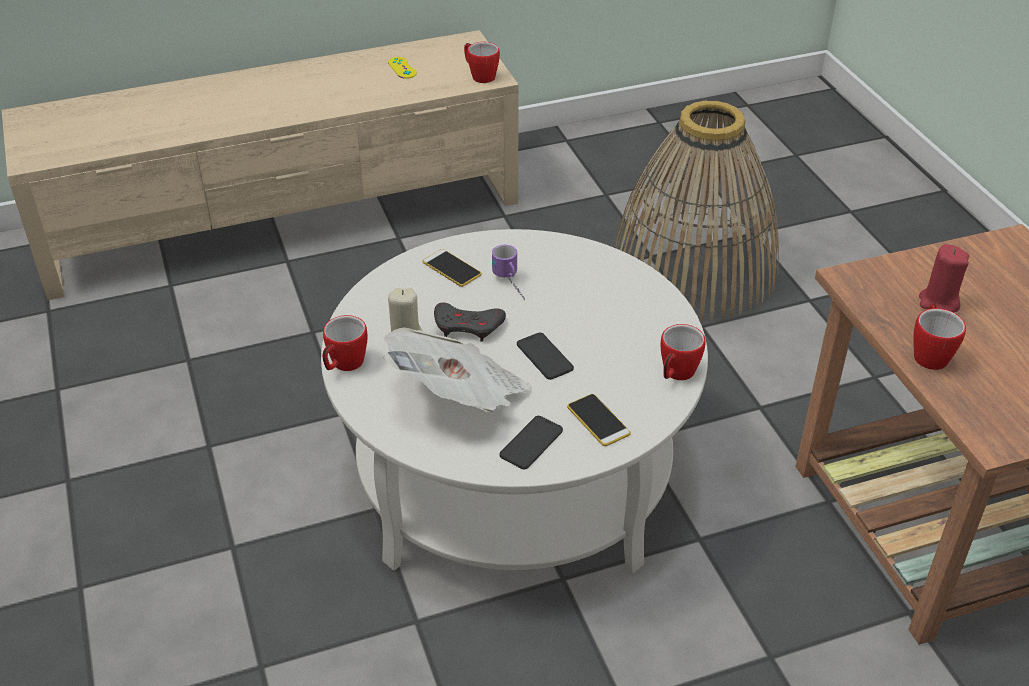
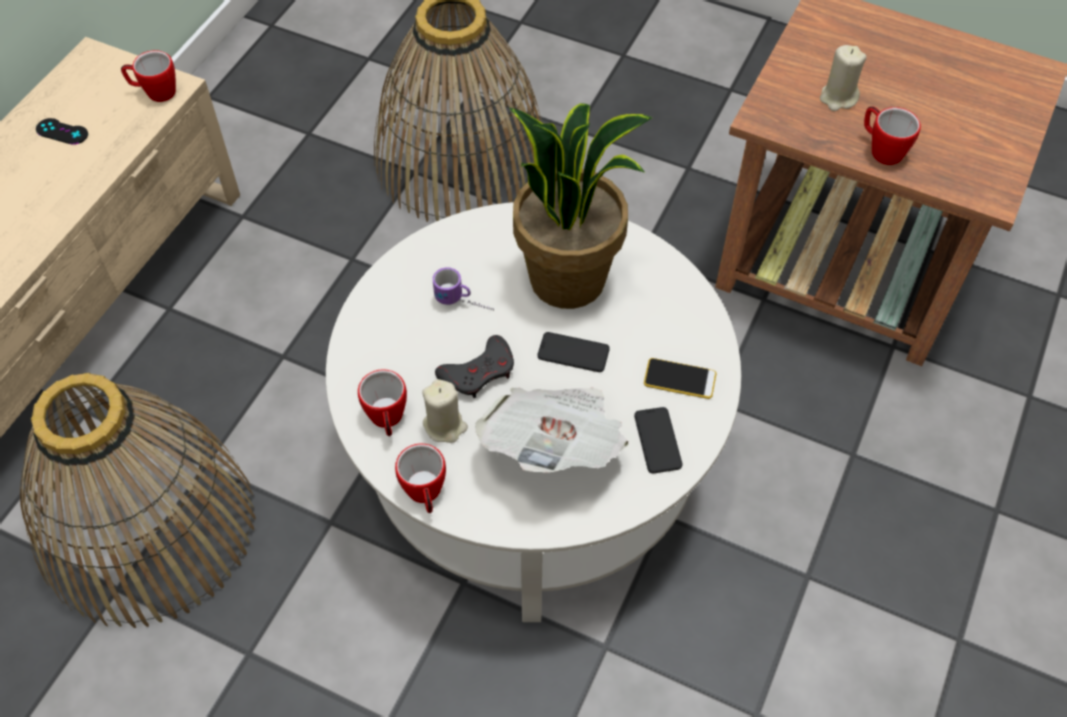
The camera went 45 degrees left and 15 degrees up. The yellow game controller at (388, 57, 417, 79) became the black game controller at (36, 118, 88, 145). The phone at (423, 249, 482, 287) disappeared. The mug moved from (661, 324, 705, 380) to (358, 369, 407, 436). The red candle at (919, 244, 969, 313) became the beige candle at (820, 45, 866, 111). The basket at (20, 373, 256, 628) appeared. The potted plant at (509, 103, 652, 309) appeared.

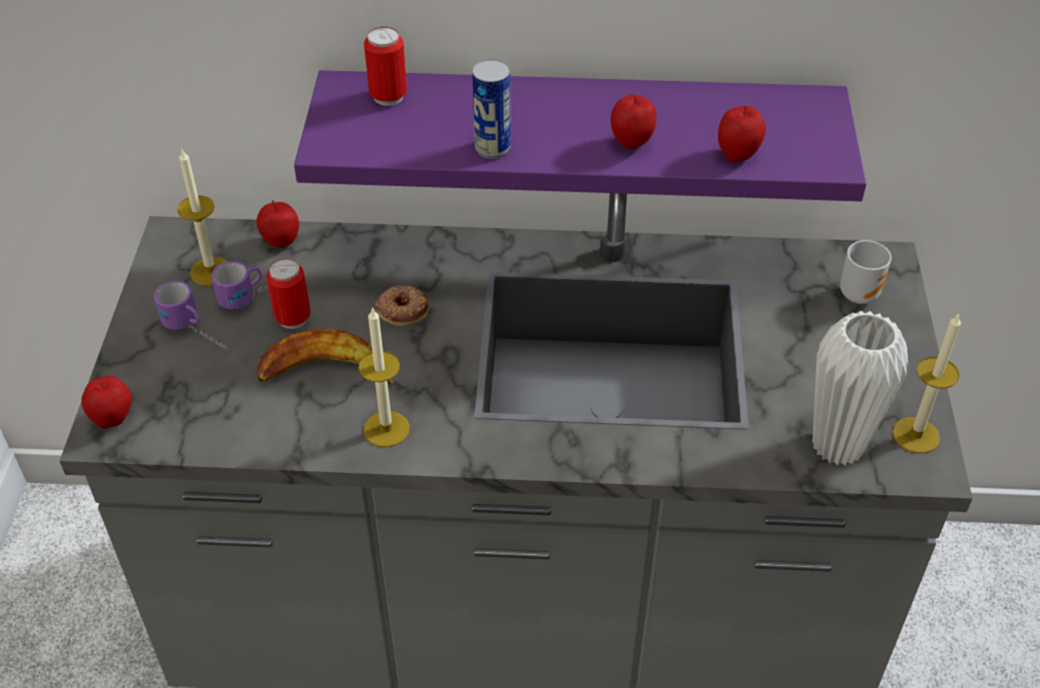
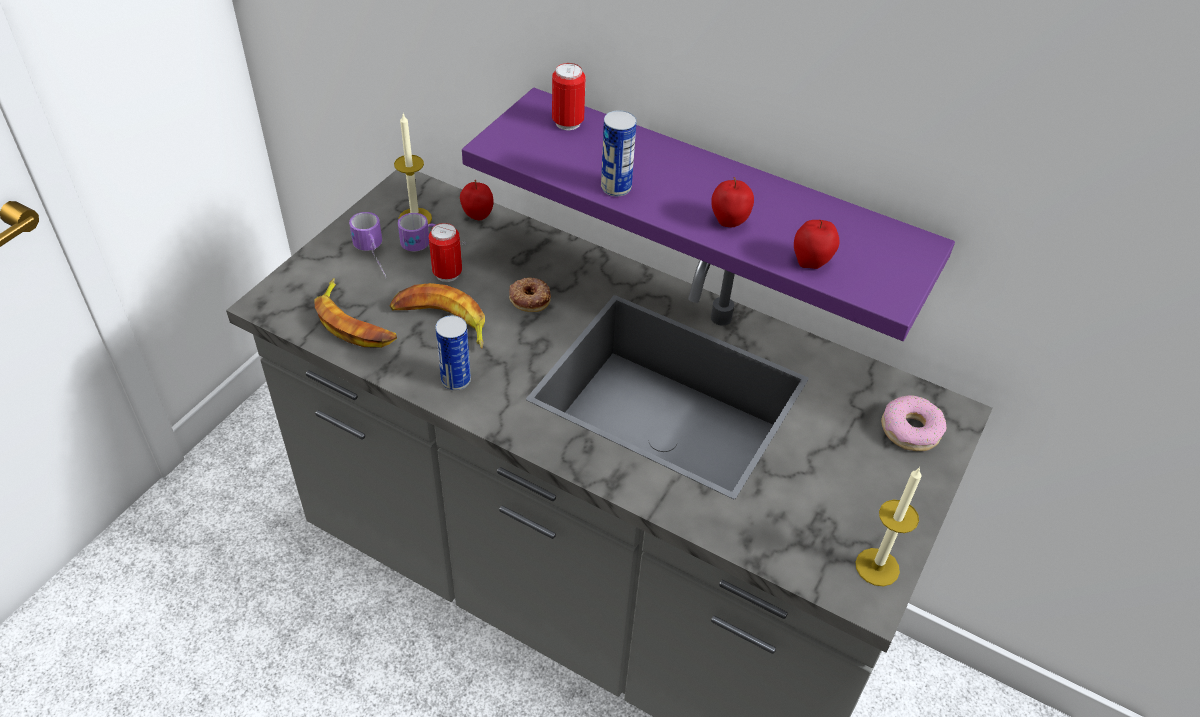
The camera went 25 degrees right and 0 degrees up. The apple at (81, 376, 131, 429) disappeared. The candle at (359, 307, 410, 447) was replaced by the can at (435, 315, 471, 391). The white vase at (812, 311, 908, 466) disappeared. The mug at (840, 240, 891, 304) was replaced by the donut at (881, 395, 946, 451). The banana at (314, 278, 397, 348) appeared.

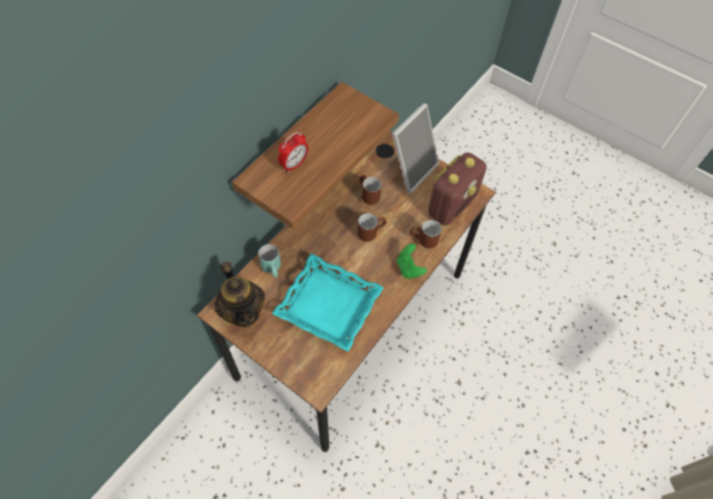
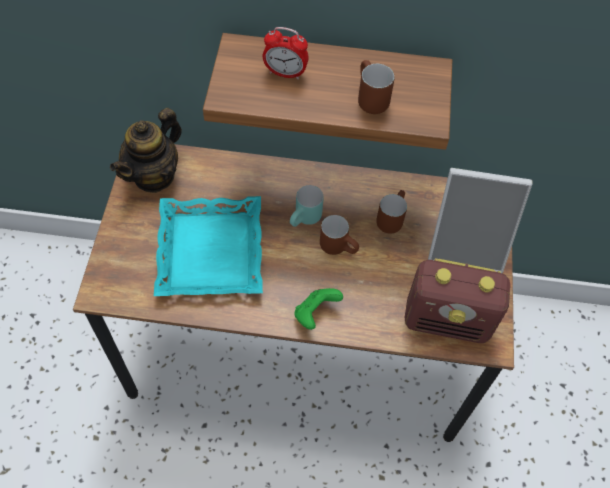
The camera went 60 degrees right and 0 degrees up. The turquoise mug moved from (258, 244, 281, 278) to (290, 185, 324, 227). The brown mug moved from (410, 220, 441, 248) to (358, 60, 394, 114).

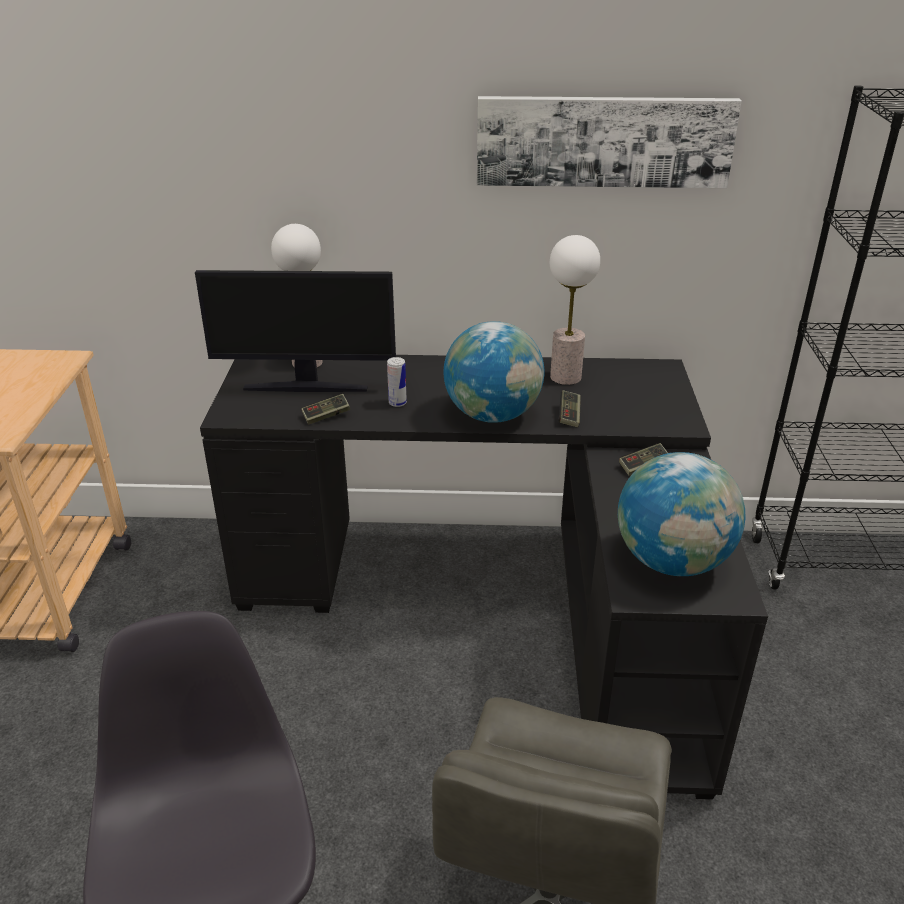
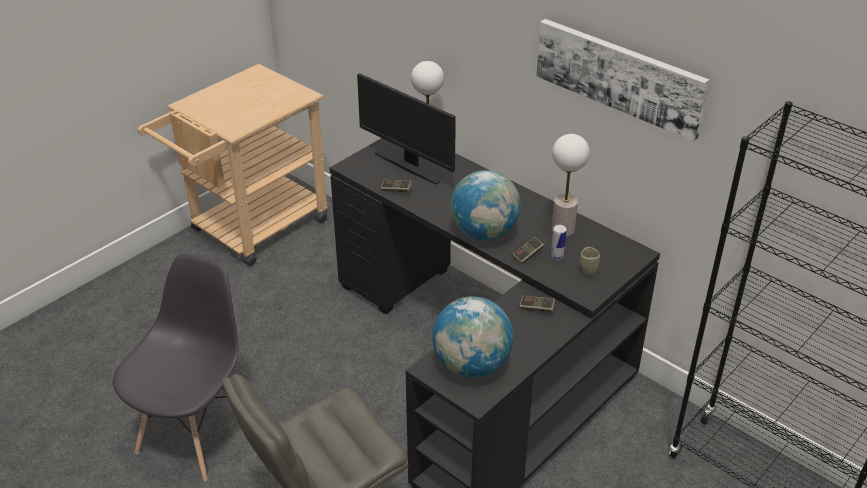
The camera went 40 degrees right and 5 degrees up. The can moved from (387, 357, 407, 407) to (551, 225, 566, 260). The cup at (579, 247, 600, 277) appeared.

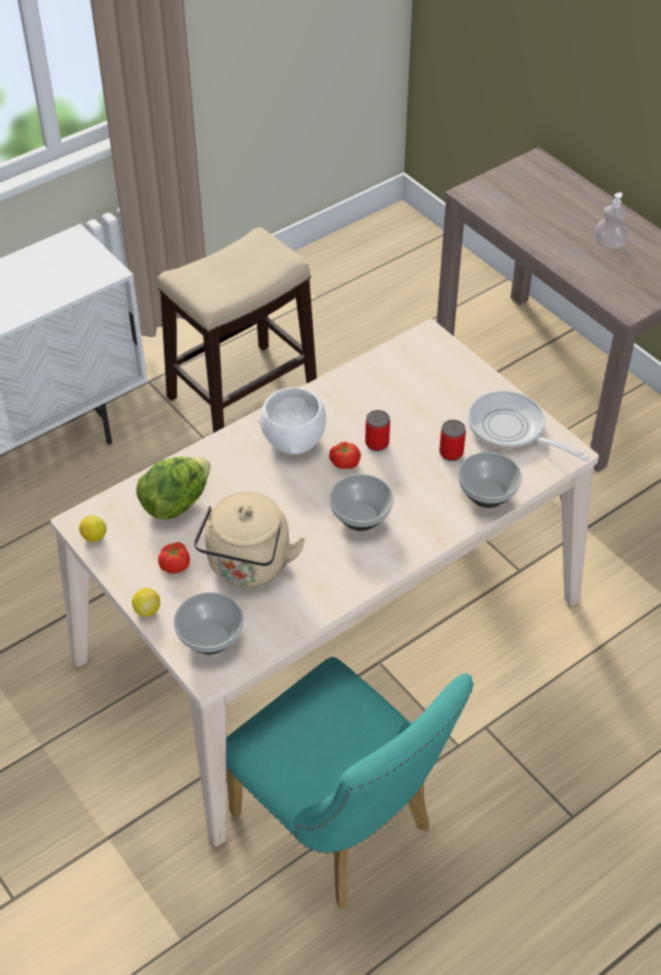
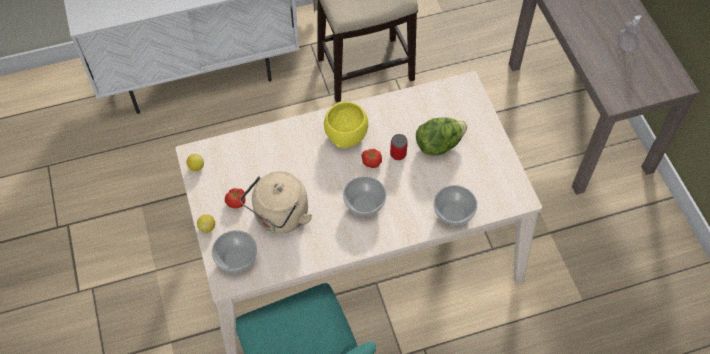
The camera went 20 degrees right and 10 degrees up. The lettuce moved from (136, 457, 211, 520) to (416, 117, 468, 156). The white bowl at (259, 387, 326, 454) became the yellow bowl at (324, 102, 368, 148). The can at (439, 420, 466, 461) disappeared. The frying pan at (468, 391, 590, 461) disappeared.

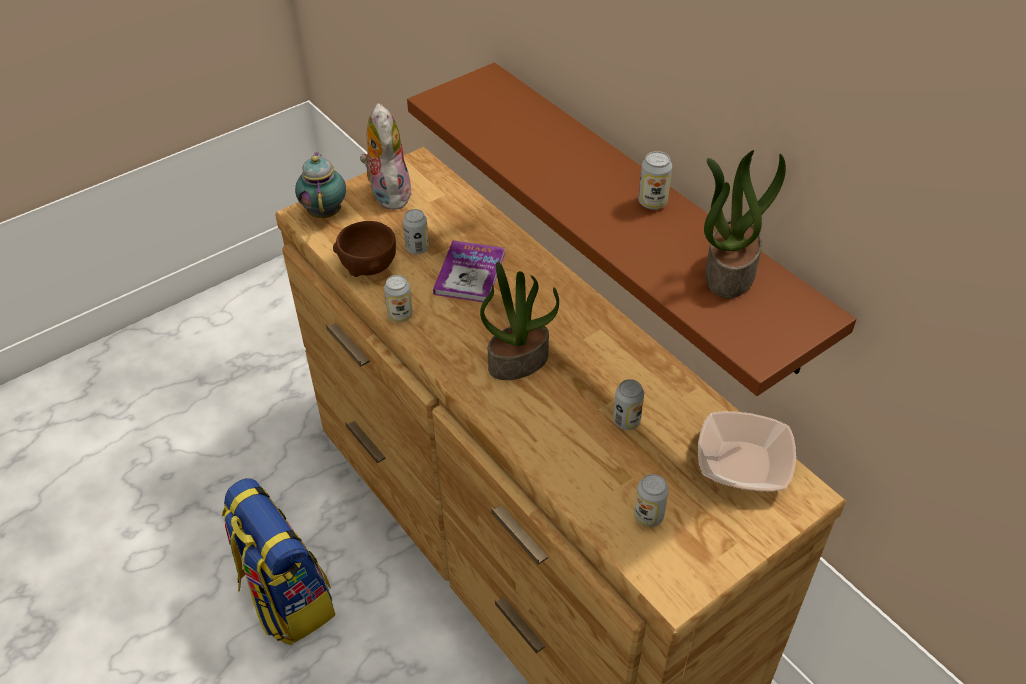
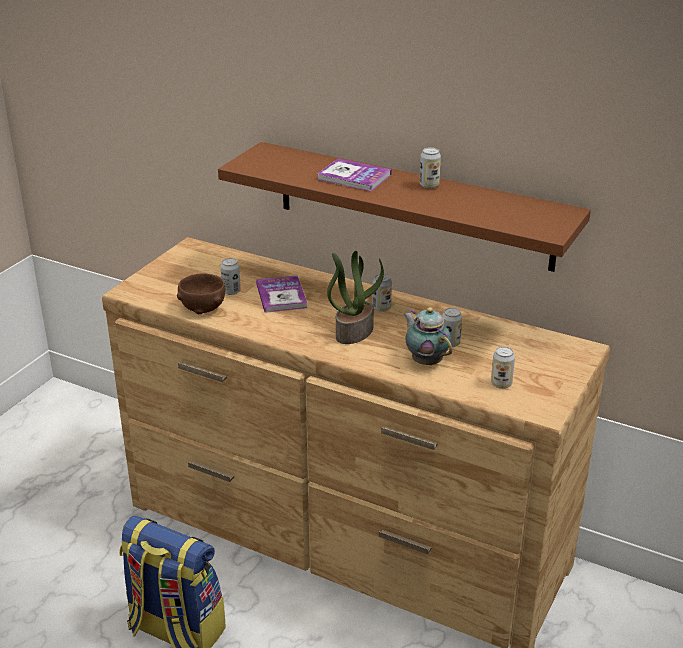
The camera went 25 degrees left and 15 degrees down. The teapot moved from (295, 152, 346, 218) to (403, 307, 452, 365). The plush toy at (360, 103, 412, 210) disappeared. The can moved from (384, 275, 413, 322) to (372, 274, 392, 312). The bowl at (698, 411, 796, 492) disappeared. The potted plant at (704, 150, 786, 298) disappeared. The book at (317, 158, 392, 191) appeared.

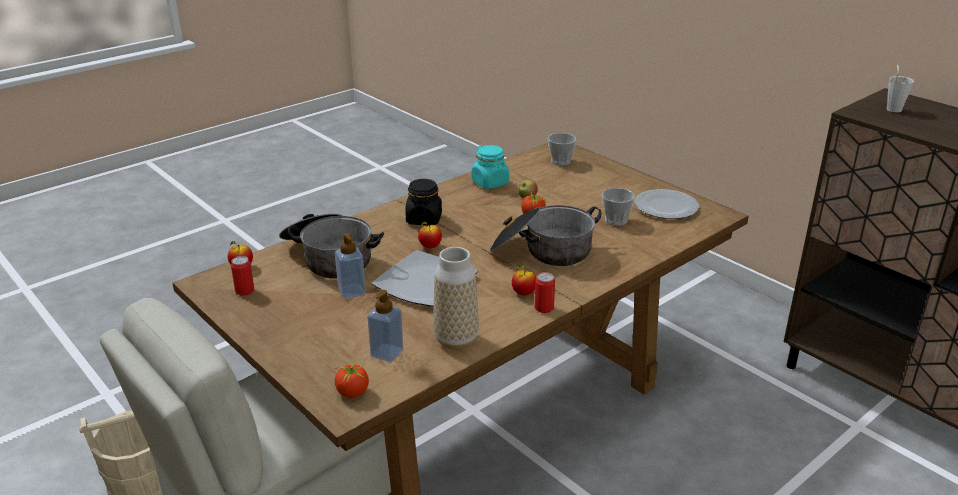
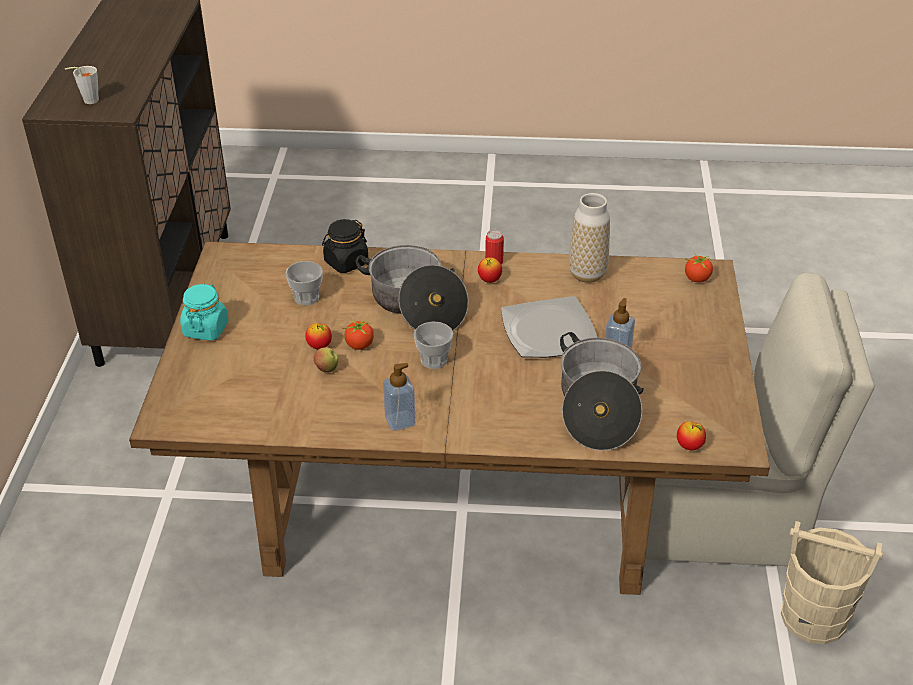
The camera went 135 degrees left and 10 degrees up. The can at (231, 256, 254, 295) disappeared. The soap dispenser moved from (368, 290, 403, 362) to (383, 363, 415, 431). The black jar moved from (405, 179, 442, 225) to (322, 219, 368, 273). The apple moved from (418, 222, 442, 248) to (305, 323, 332, 349). The turquoise jar moved from (471, 145, 509, 189) to (180, 283, 229, 341). The cup moved from (548, 133, 576, 166) to (414, 321, 453, 369). The plate at (635, 189, 699, 219) disappeared.

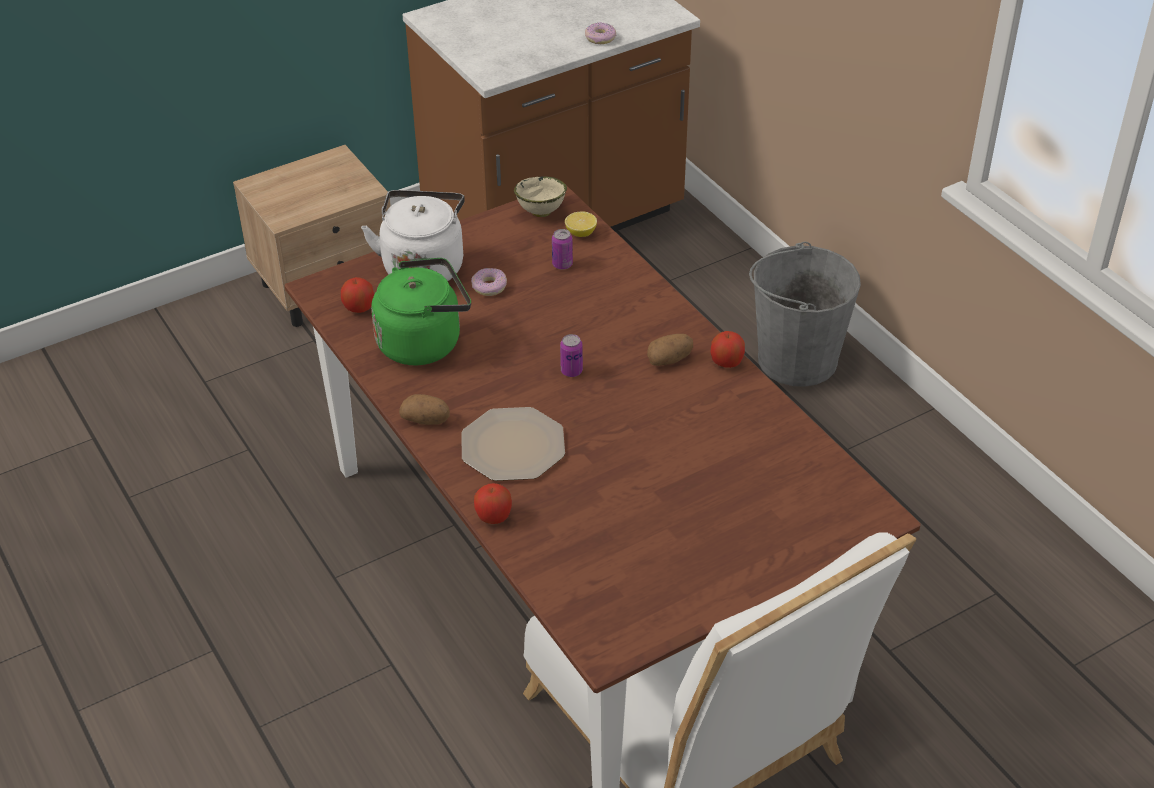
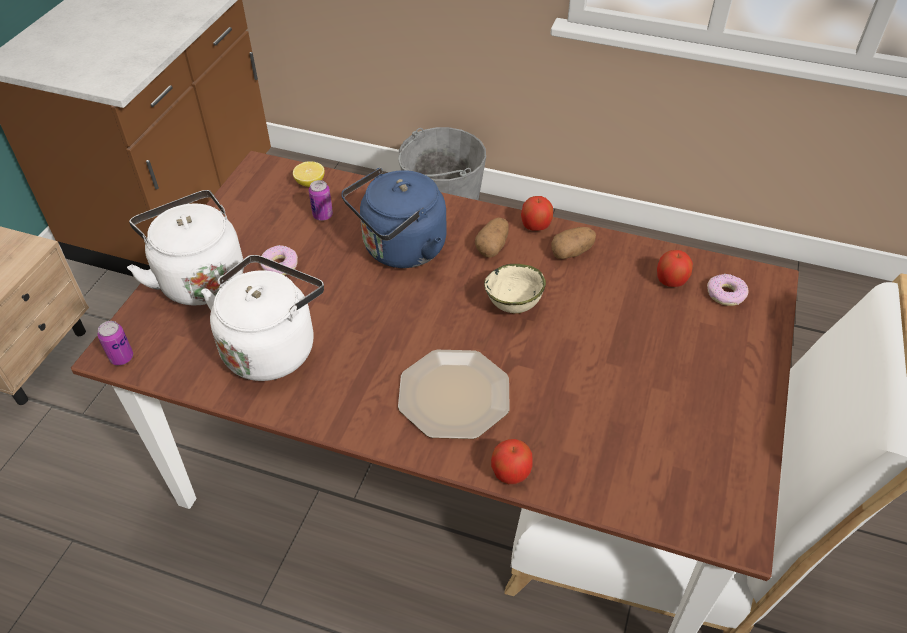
The camera went 40 degrees left and 5 degrees up. The apple moved from (341, 277, 374, 313) to (657, 250, 693, 287). The green kettle at (371, 258, 471, 365) became the white kettle at (201, 255, 324, 381). The potato moved from (399, 394, 450, 425) to (552, 227, 596, 259). The beige bowl moved from (514, 176, 567, 217) to (484, 264, 546, 314). The can moved from (560, 334, 583, 377) to (97, 321, 133, 365). The donut moved from (585, 22, 616, 44) to (707, 274, 748, 306). The blue kettle at (341, 168, 446, 268) appeared.

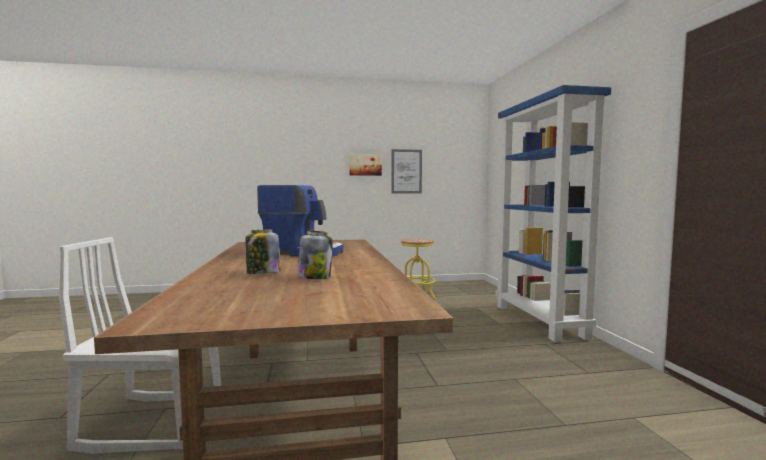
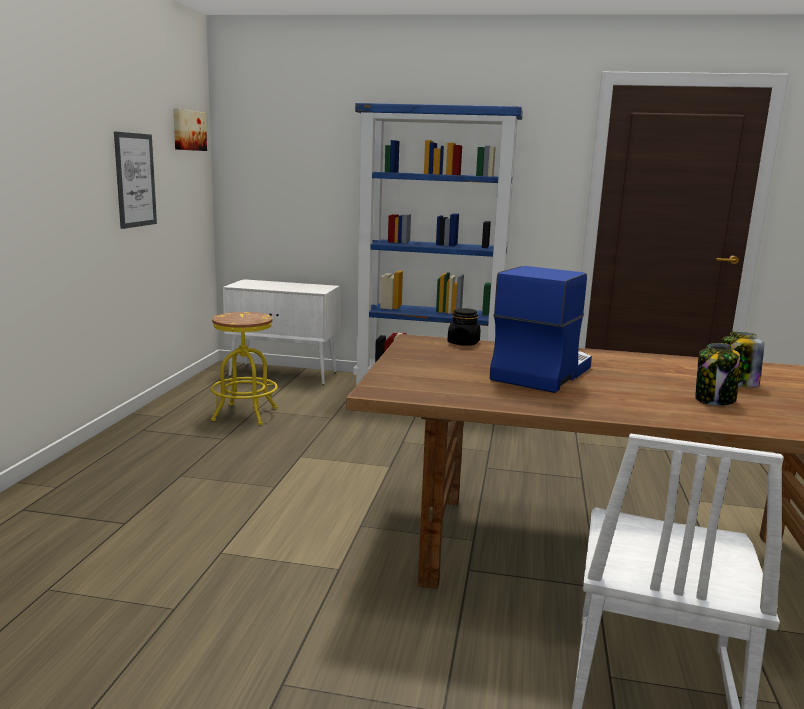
The camera went 70 degrees left and 10 degrees up. The picture moved from (349, 154, 382, 176) to (173, 108, 207, 151). The white cabinet at (223, 279, 340, 385) appeared. The black jar at (447, 308, 481, 346) appeared.

